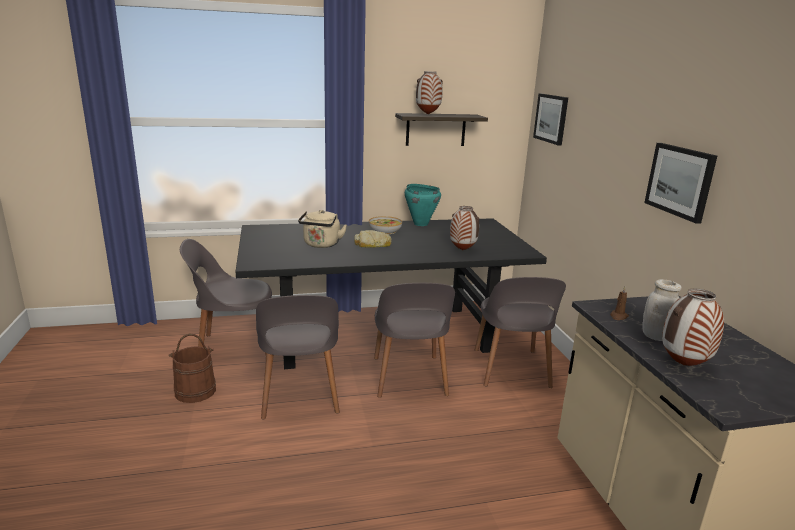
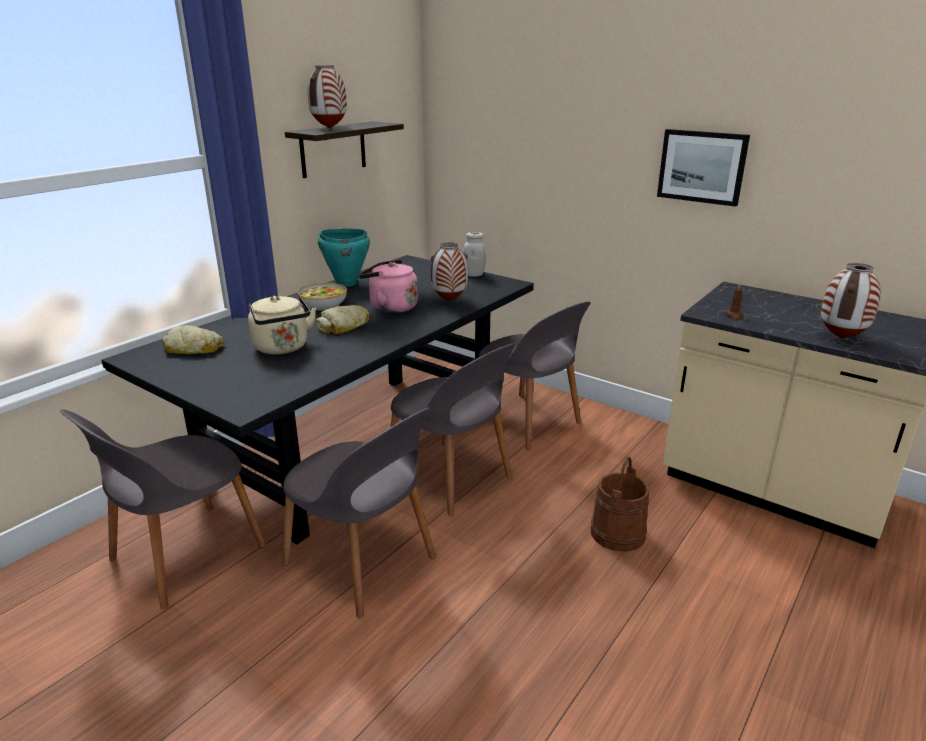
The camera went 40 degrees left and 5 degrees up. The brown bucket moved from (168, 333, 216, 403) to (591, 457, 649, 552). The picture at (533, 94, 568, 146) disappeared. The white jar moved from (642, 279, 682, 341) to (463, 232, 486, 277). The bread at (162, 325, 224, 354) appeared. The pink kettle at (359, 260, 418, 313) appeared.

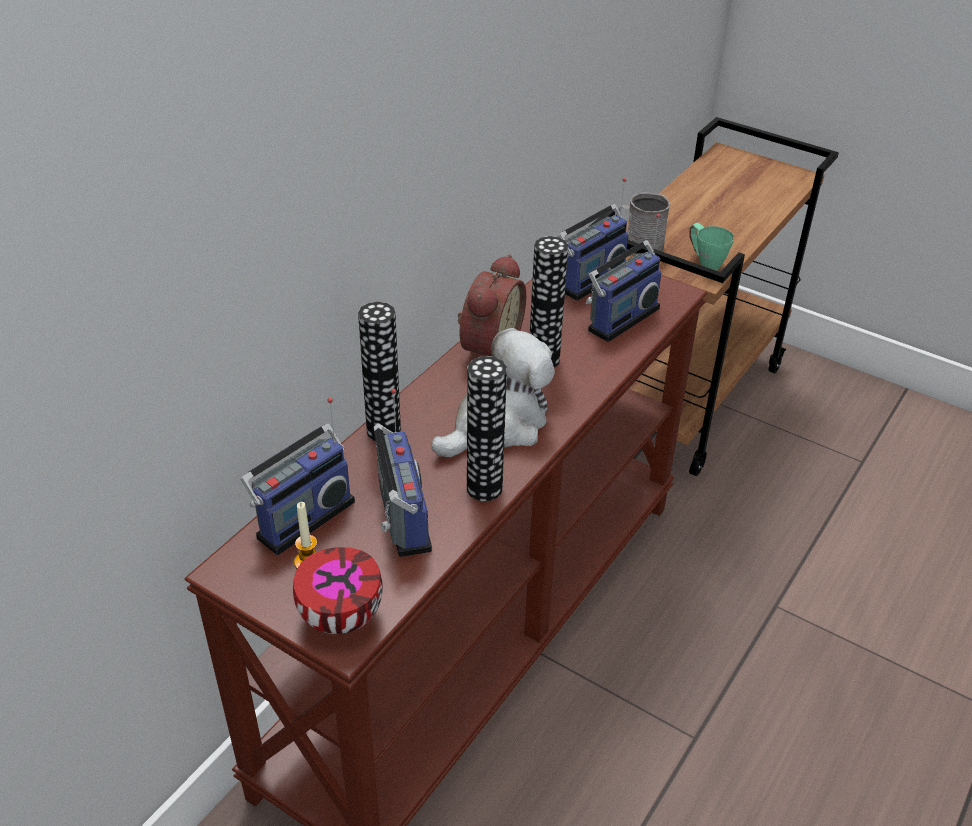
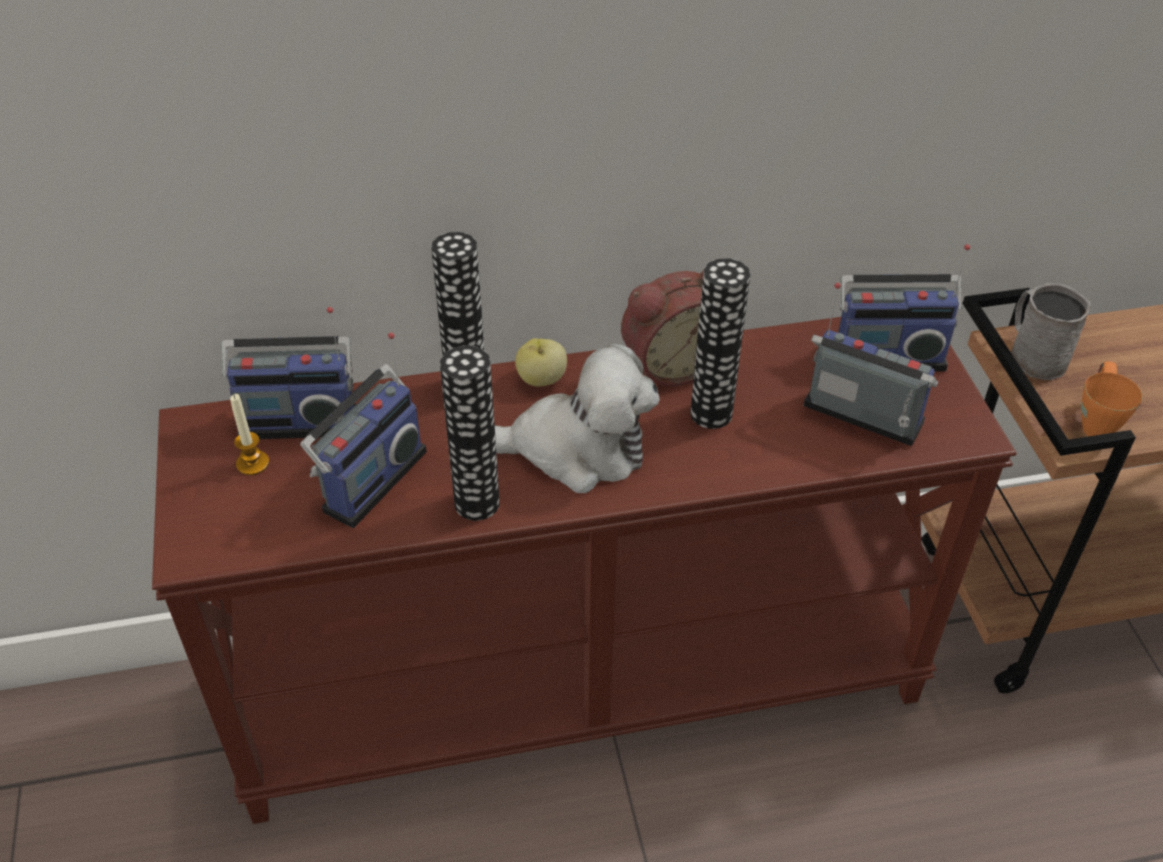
The camera went 45 degrees right and 5 degrees up. The bowl at (293, 547, 383, 634) disappeared. The radio at (586, 214, 661, 342) turned 150 degrees counterclockwise. The green mug at (689, 223, 734, 271) became the orange mug at (1081, 361, 1143, 437). The apple at (515, 338, 567, 387) appeared.

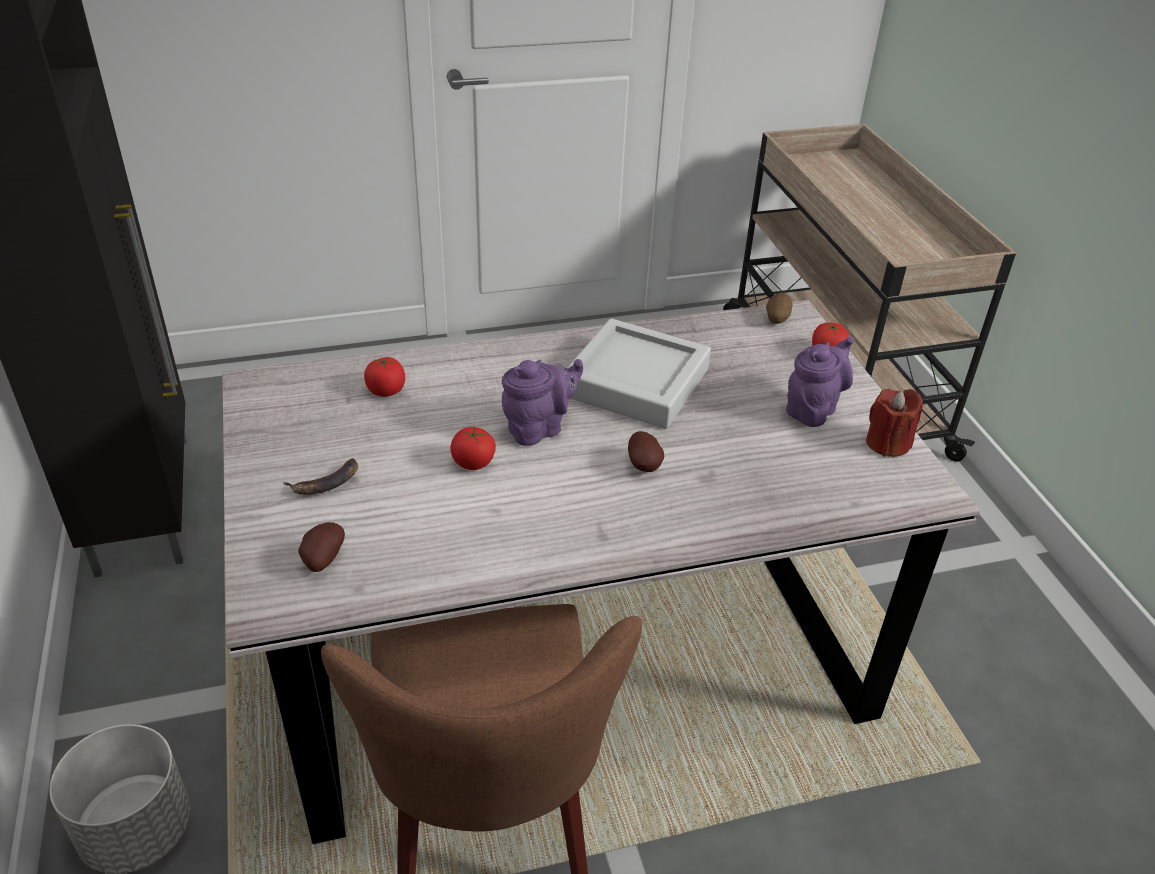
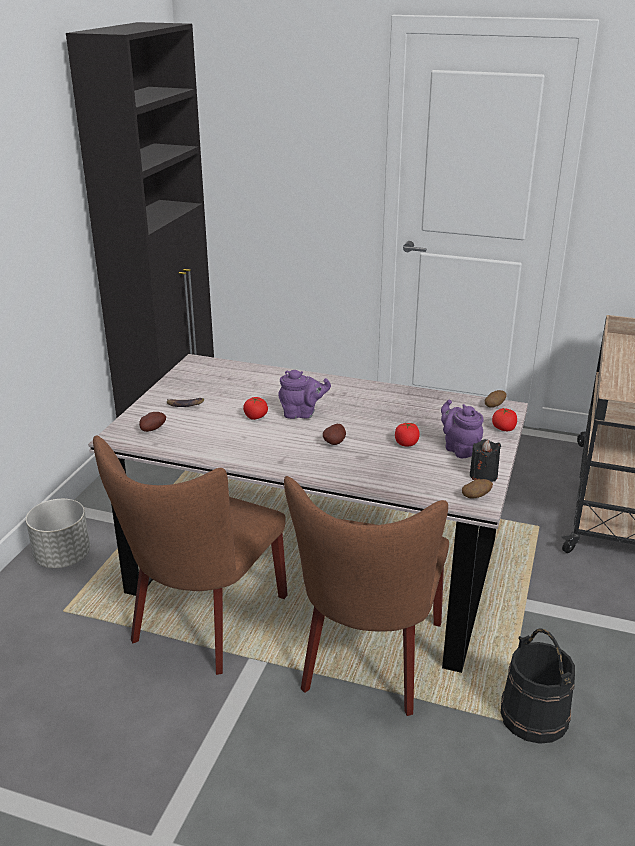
The camera went 35 degrees right and 10 degrees down. The tomato moved from (364, 357, 405, 397) to (395, 422, 420, 446). The grey tray at (567, 318, 711, 429) disappeared. The purple teapot at (786, 336, 854, 427) turned 105 degrees counterclockwise. The red candle at (866, 389, 923, 457) became the black candle at (470, 439, 501, 482). The brown chair at (284, 476, 449, 716) appeared. The potato at (462, 479, 493, 498) appeared. The black bucket at (501, 628, 575, 744) appeared.

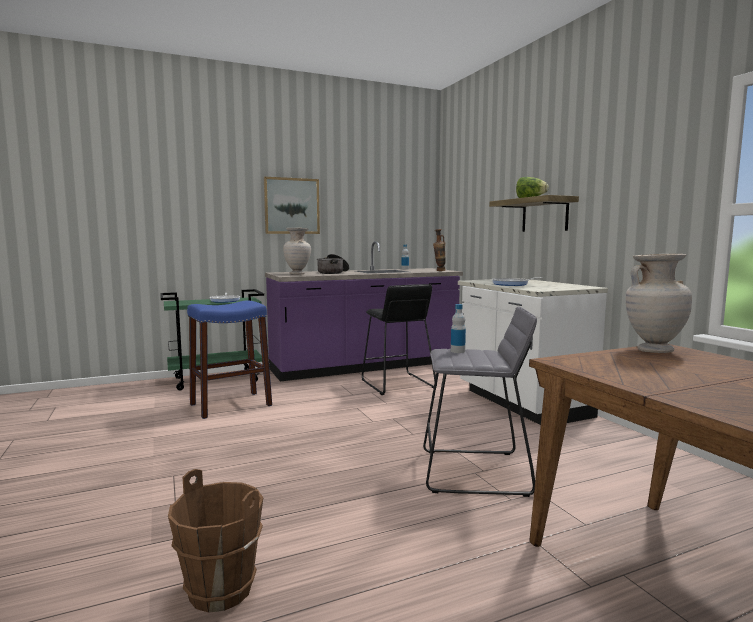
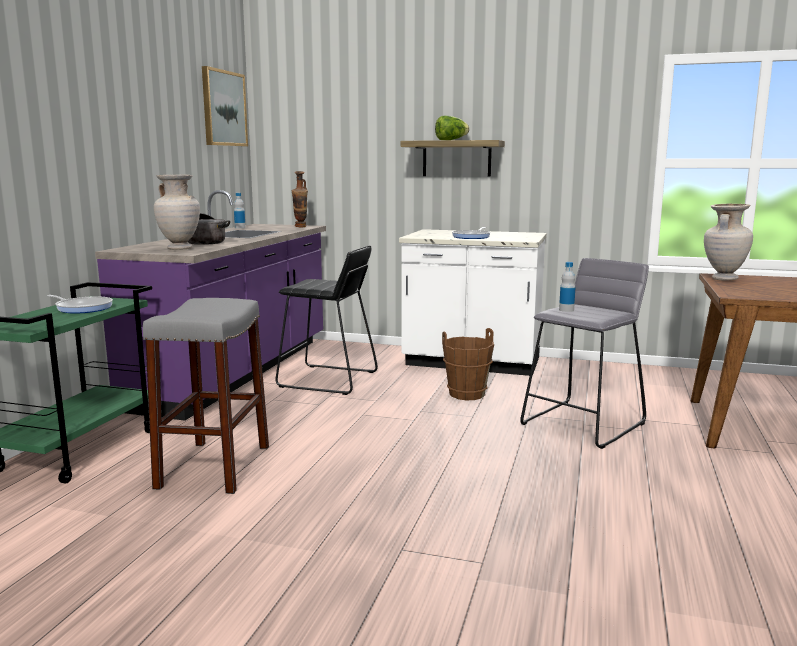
The camera went 50 degrees left and 5 degrees up. The brown bucket moved from (168, 469, 263, 612) to (442, 328, 494, 400). The blue stool at (187, 300, 272, 419) became the grey stool at (143, 298, 269, 494). The picture moved from (264, 177, 320, 234) to (202, 66, 248, 146).

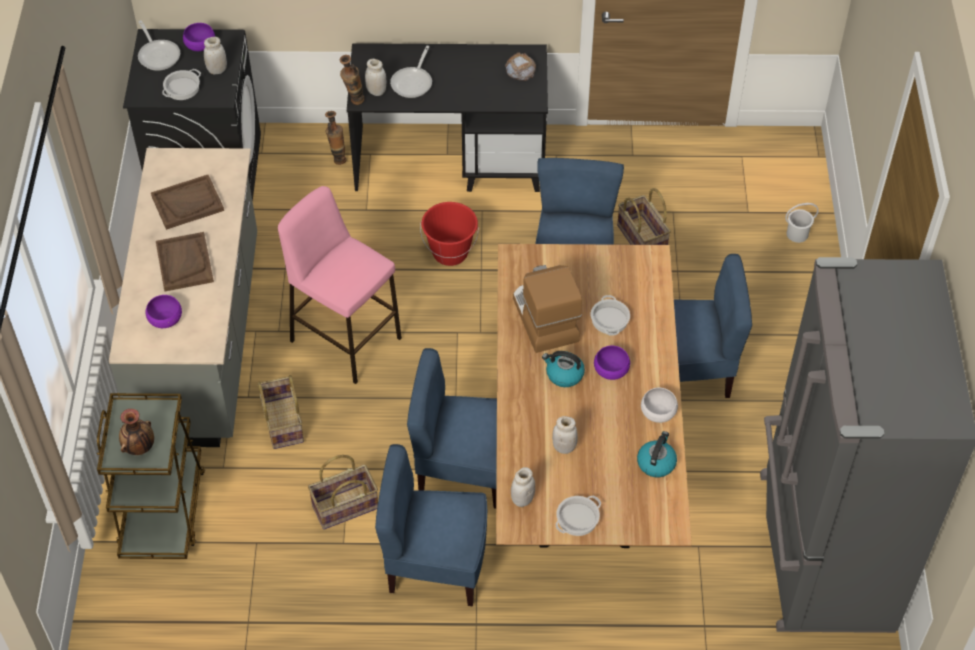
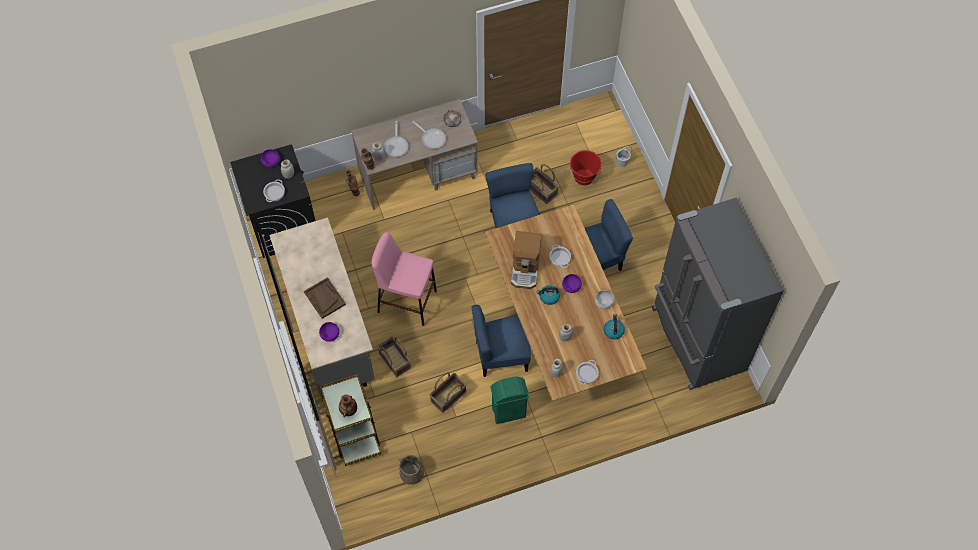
The camera went 20 degrees left and 10 degrees up. The frying pan moved from (138, 20, 180, 71) to (412, 121, 446, 149). The brown tray at (151, 175, 224, 230) disappeared. The black desk at (347, 43, 548, 192) became the beige desk at (351, 99, 478, 210). The blue chair at (375, 444, 487, 606) was replaced by the green trash can at (490, 377, 529, 424). The red bucket moved from (420, 202, 479, 266) to (570, 150, 602, 185). The coffee machine at (513, 265, 582, 353) turned 135 degrees counterclockwise. The beige bucket at (399, 455, 424, 485) appeared.

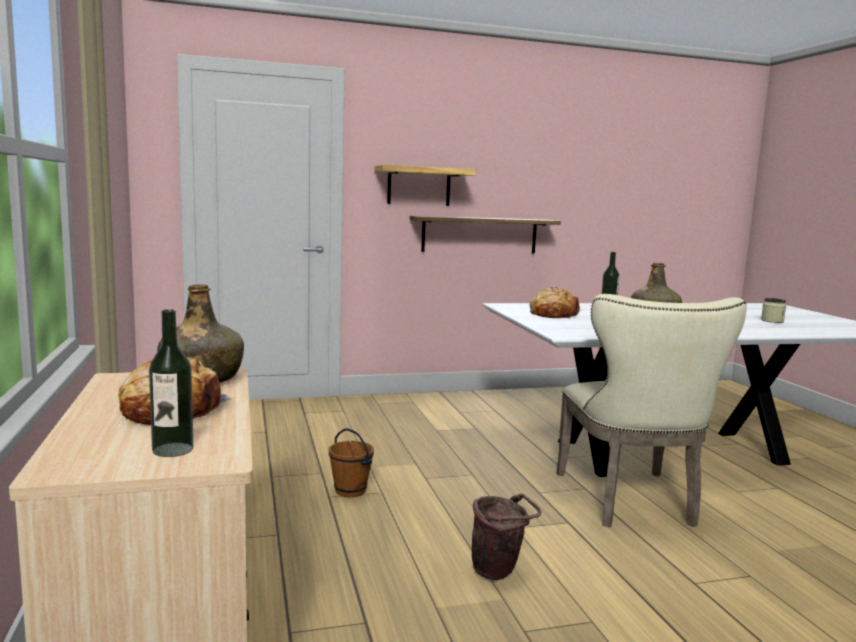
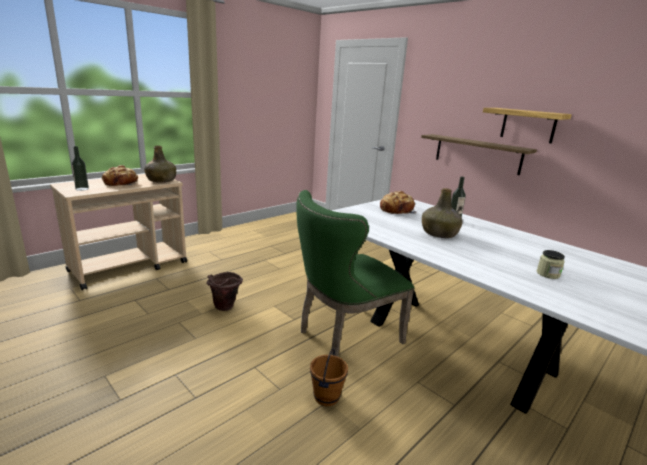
The camera went 60 degrees right and 10 degrees up. The brown bucket moved from (329, 428, 374, 497) to (310, 348, 348, 406). The shelf moved from (375, 165, 476, 206) to (483, 108, 572, 144). The beige chair at (556, 294, 747, 527) became the green chair at (296, 190, 415, 357).

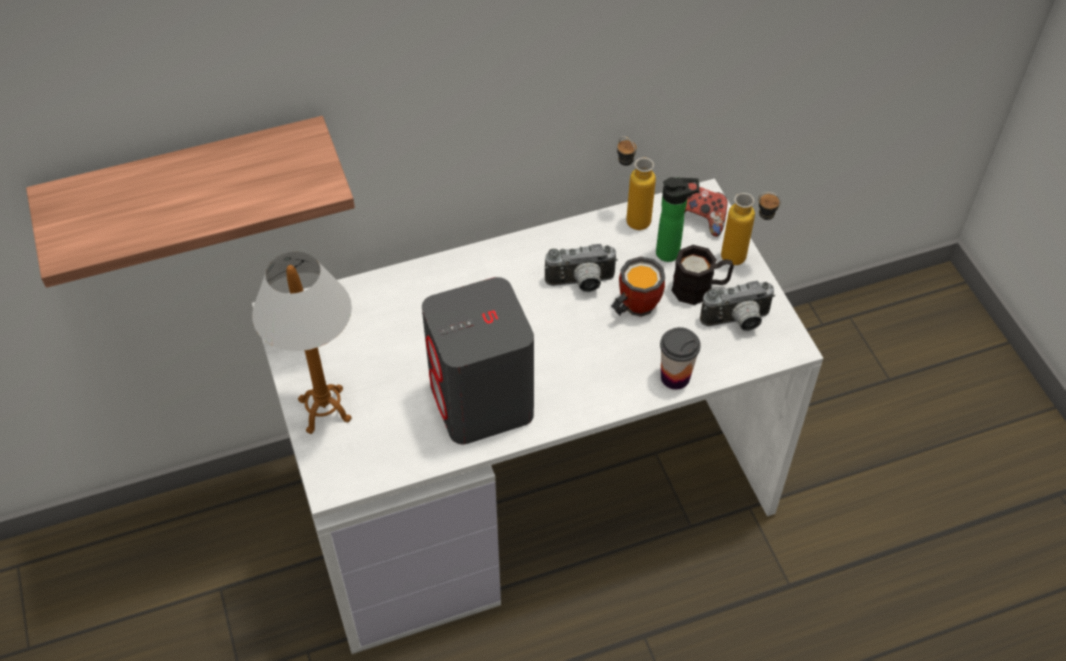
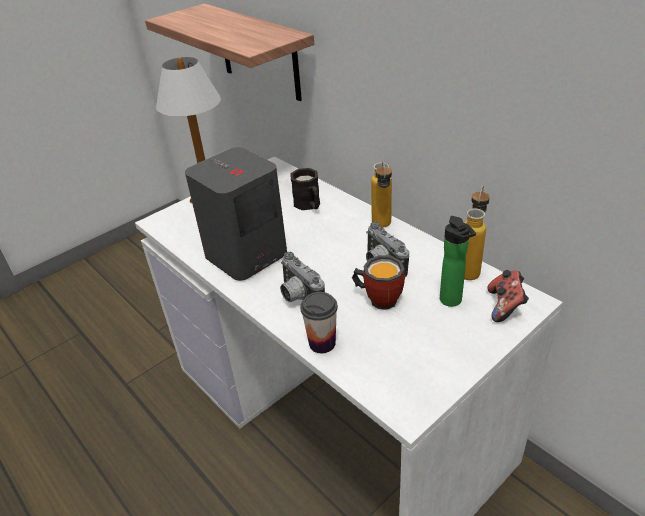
The camera went 70 degrees right and 15 degrees down. The black mug moved from (671, 245, 734, 305) to (290, 168, 320, 210). The photo camera moved from (700, 281, 775, 331) to (280, 252, 325, 302). The bottle moved from (721, 192, 781, 265) to (371, 161, 392, 228).

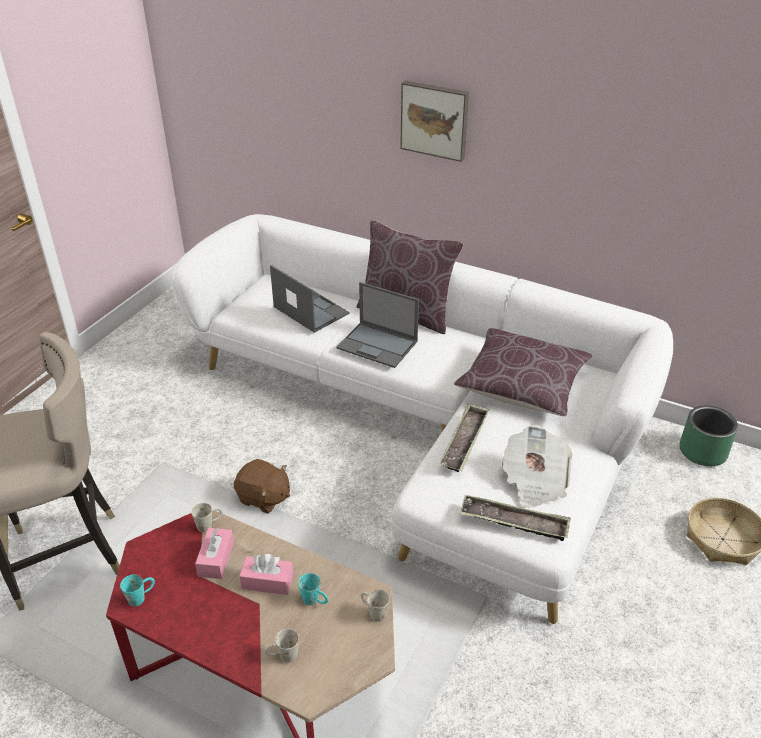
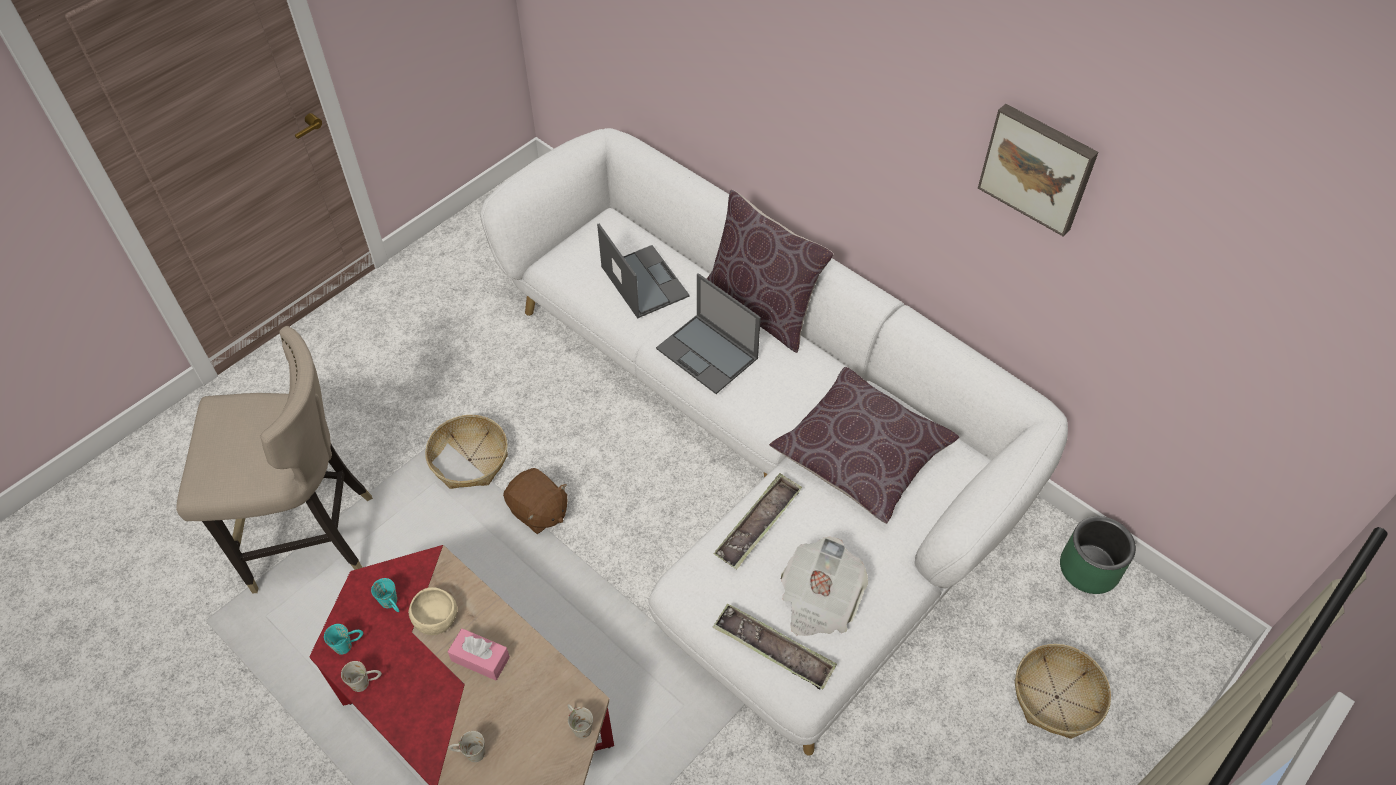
The camera went 15 degrees right and 15 degrees up. The white mug moved from (191, 503, 223, 532) to (341, 661, 382, 692). The pink tissue box at (195, 528, 234, 579) was replaced by the beige bowl at (408, 587, 457, 635). The turquoise mug moved from (298, 573, 328, 605) to (371, 578, 399, 612). The picture moved from (400, 80, 469, 162) to (978, 104, 1098, 237). The basket at (425, 415, 508, 489) appeared.

